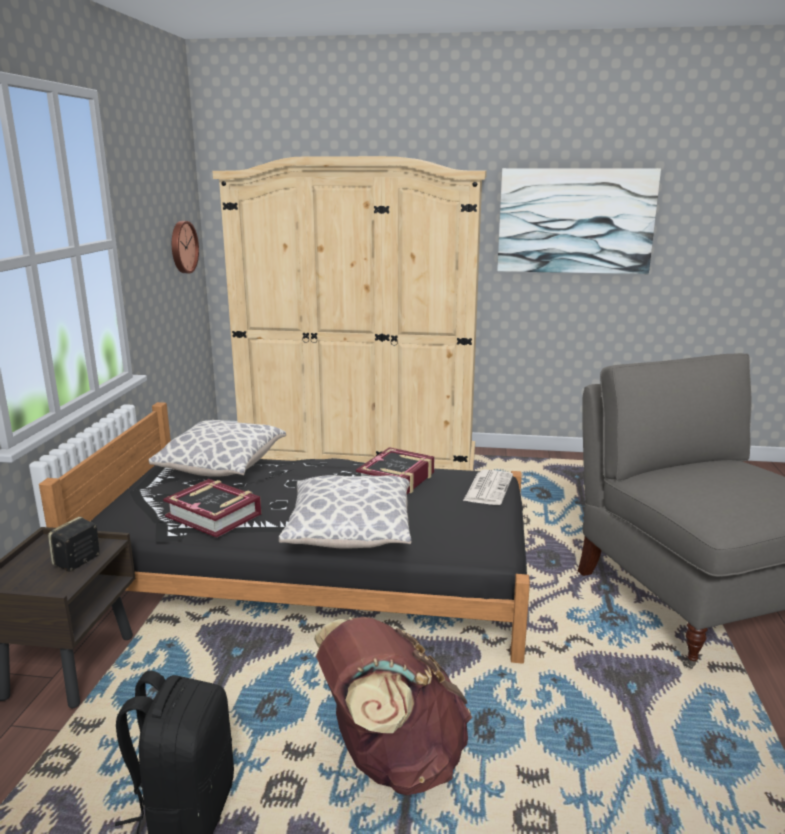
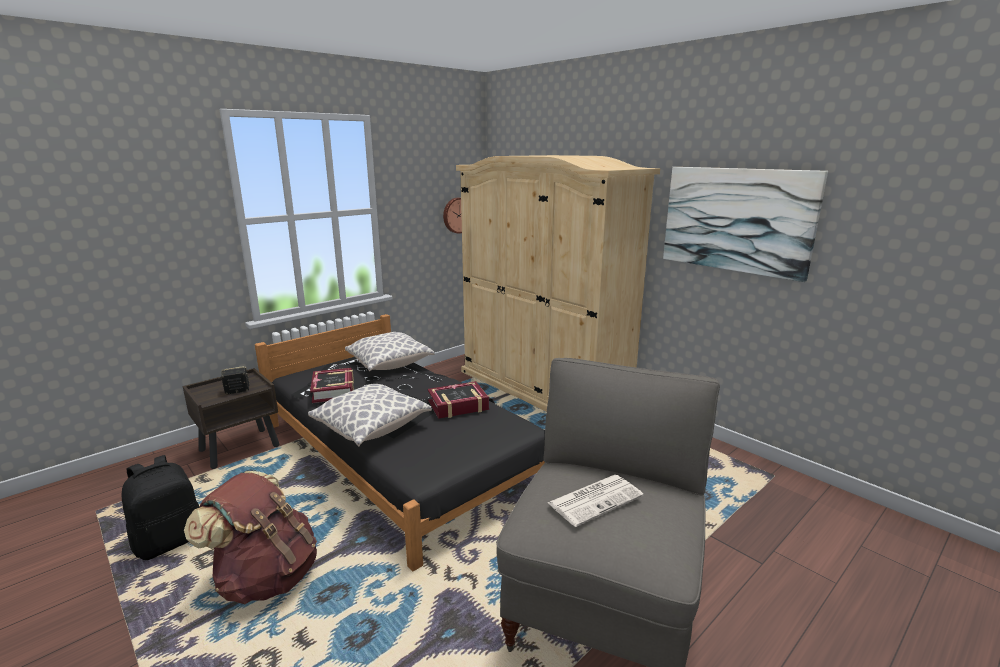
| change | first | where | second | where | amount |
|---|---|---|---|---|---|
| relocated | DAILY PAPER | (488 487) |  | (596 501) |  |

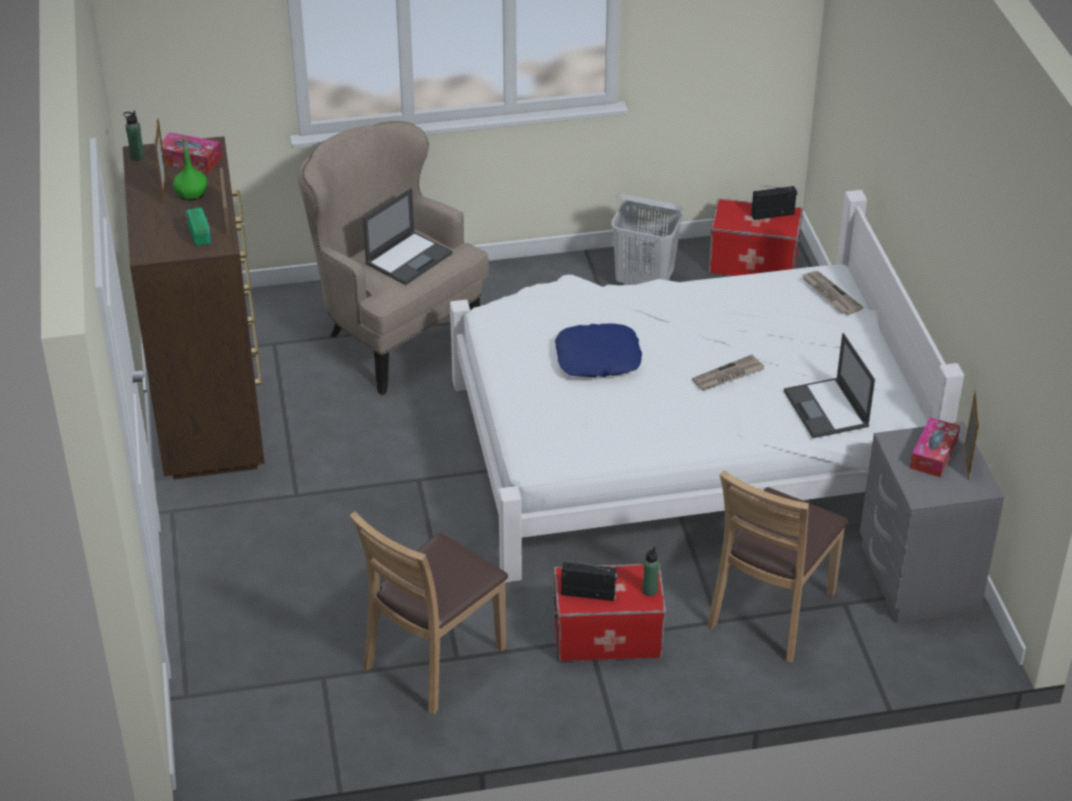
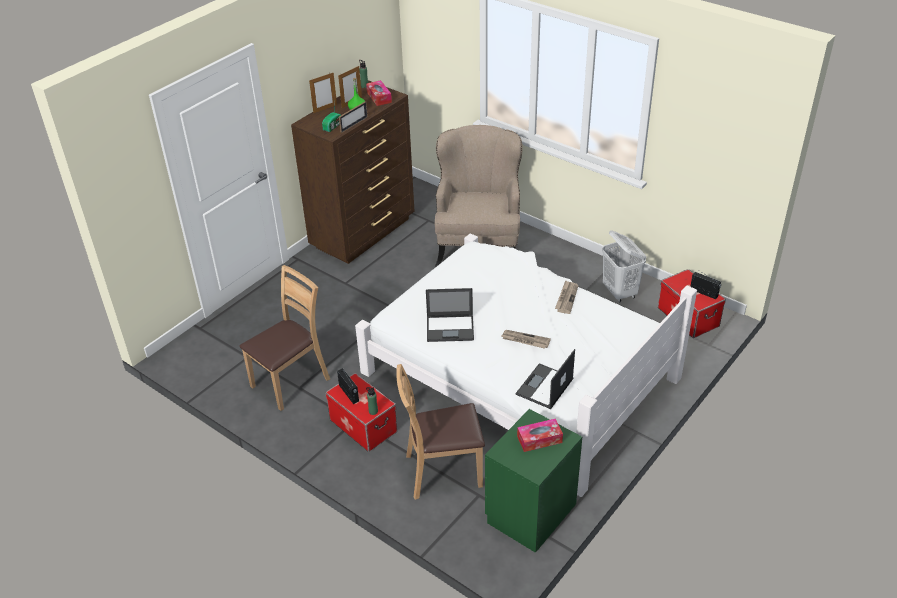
| change | first | where | second | where | amount |
|---|---|---|---|---|---|
| relocated | PORTABLE COMPUTER | (407 236) |  | (450 315) |  |
| relocated | DAILY PAPER | (832 293) |  | (566 297) |  |
| missing | BLUE CUSHION | (598 350) |  |  |  |
| relocated | STANDING FRAME | (972 435) |  | (323 92) |  |
| colour | GREY NIGHT TABLE | (932 522) | GREENISH NIGHT TABLE | (533 481) |  |
| spun | BROWNISH PLAIN CHAIR | (428 613) |  | (285 338) | 135 degrees clockwise |

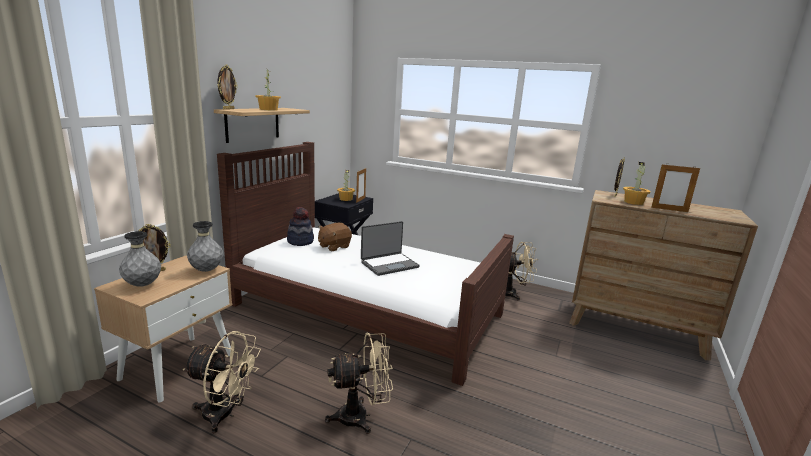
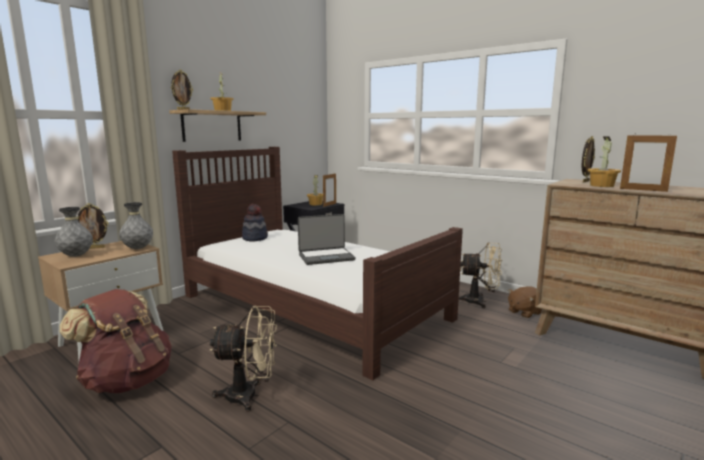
| change | first | where | second | where | amount |
|---|---|---|---|---|---|
| relocated | BROWNISH SOFT TOY | (335 237) |  | (525 302) |  |
| exchanged | BEIGE-COLOURED FAN | (222 382) | BROWNISH BACKPACK | (115 341) |  |

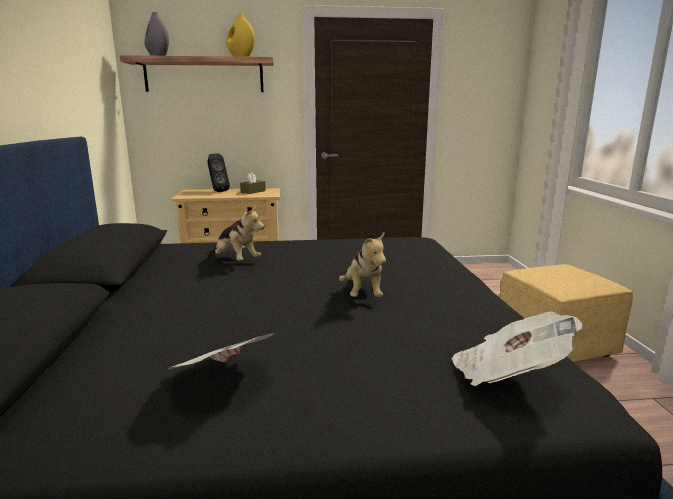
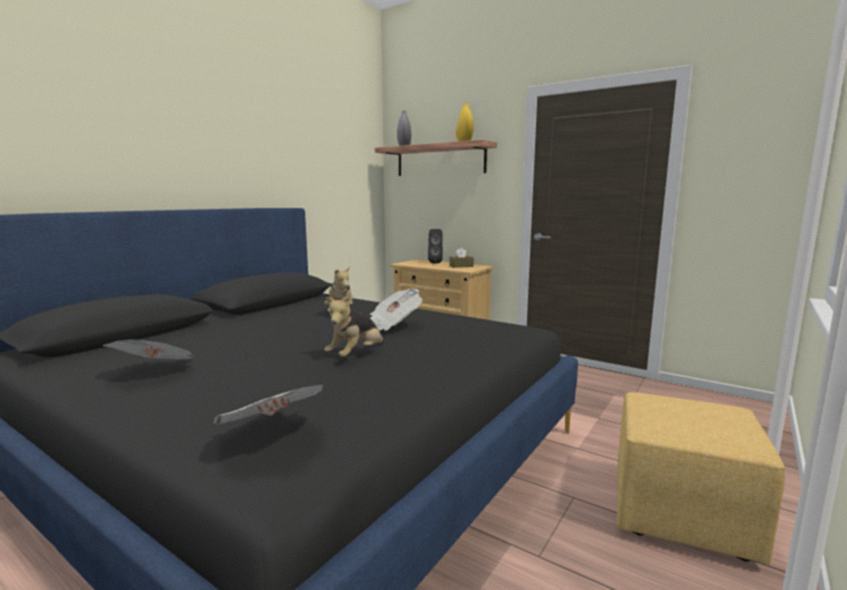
| change | first | where | second | where | amount |
|---|---|---|---|---|---|
| appeared |  |  | DAILY PAPER | (396 309) |  |

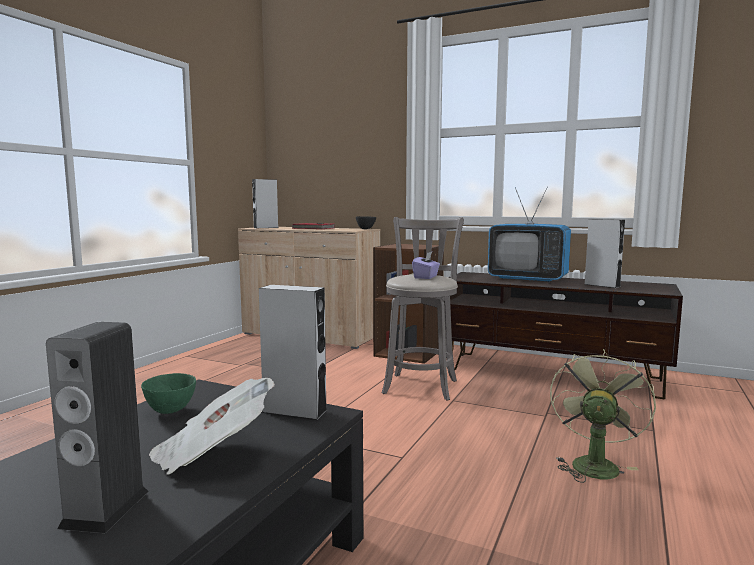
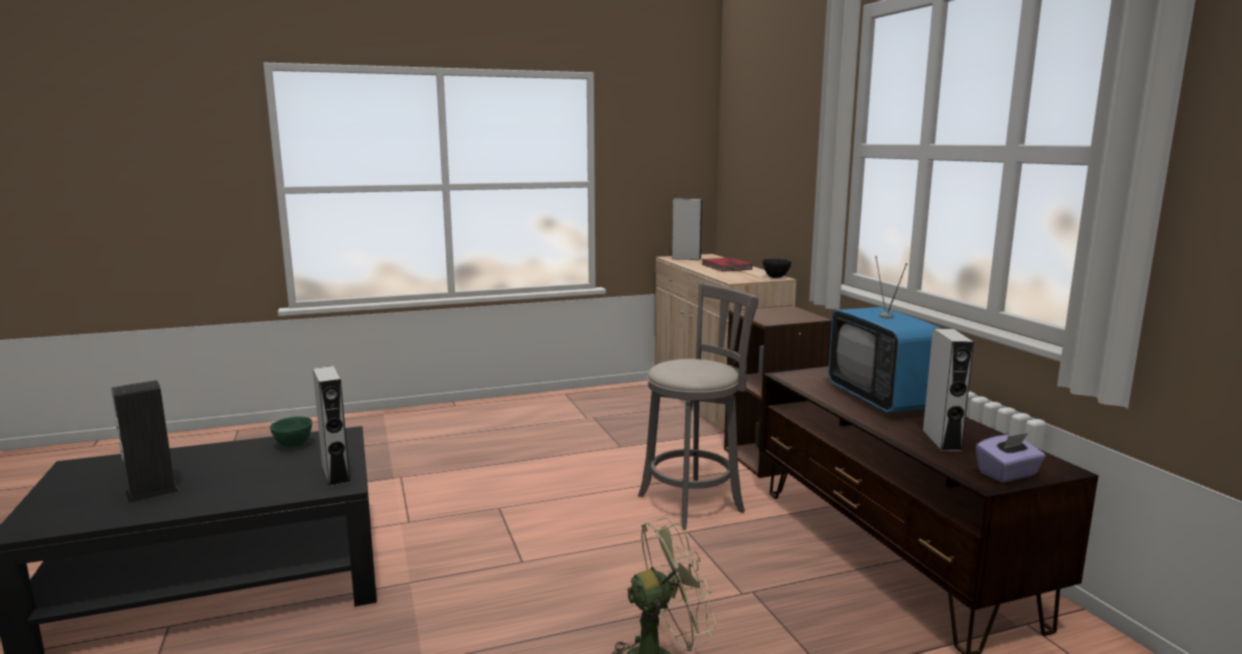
| change | first | where | second | where | amount |
|---|---|---|---|---|---|
| relocated | PURPLE BOX OF TISSUES | (426 265) |  | (1011 458) |  |
| missing | DAILY PAPER | (212 426) |  |  |  |

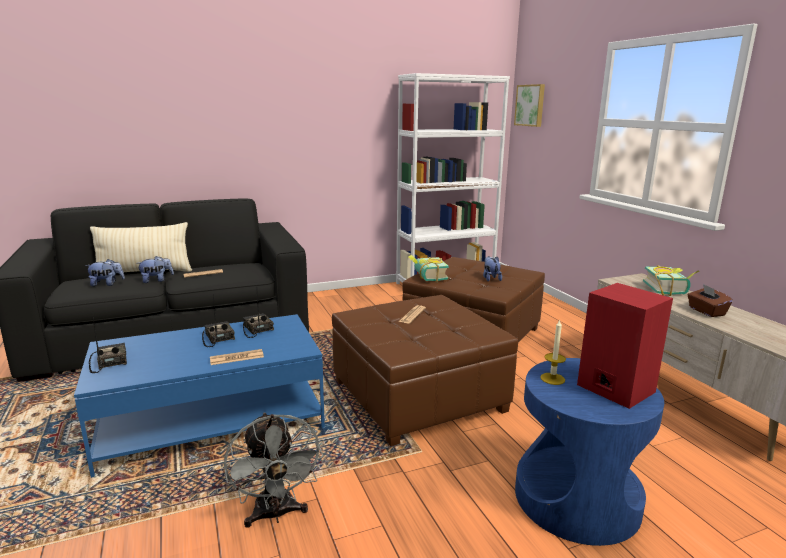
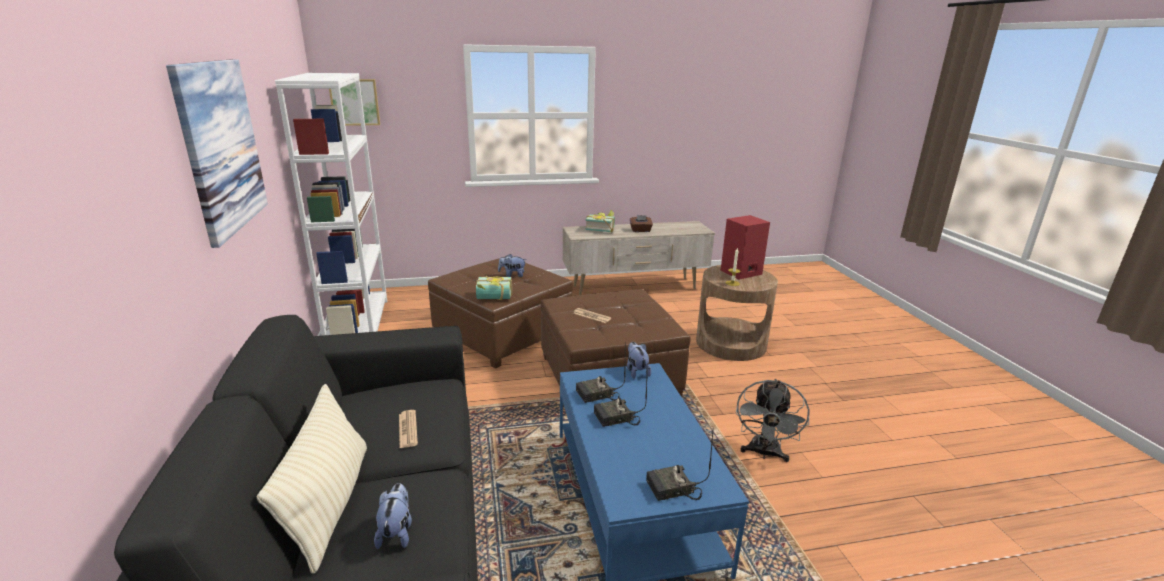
| change | first | where | second | where | amount |
|---|---|---|---|---|---|
| relocated | SOFT TOY | (155 269) |  | (639 360) |  |
| missing | DAILY PAPER | (237 357) |  |  |  |
| colour | BLUE ACCENT TABLE | (589 452) | BROWNISH ACCENT TABLE | (737 313) |  |
| spun | GREY FAN | (273 470) |  | (773 420) | 120 degrees clockwise |
| appeared |  |  | PICTURE | (217 153) |  |

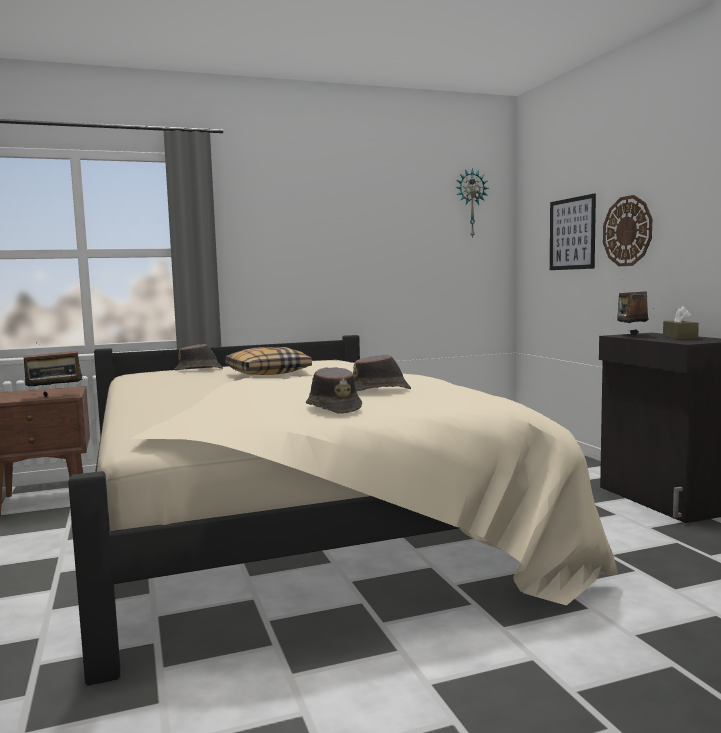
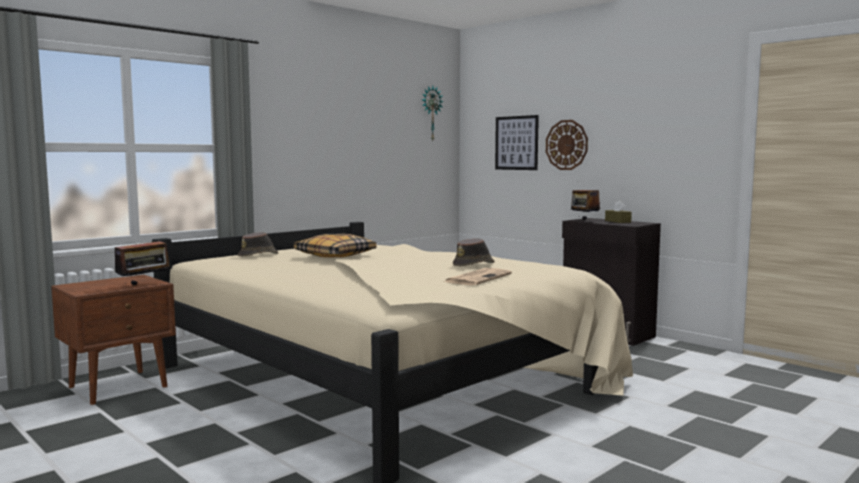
| change | first | where | second | where | amount |
|---|---|---|---|---|---|
| exchanged | BROWNISH CLOTHING HAT | (334 390) | DAILY PAPER | (478 276) |  |

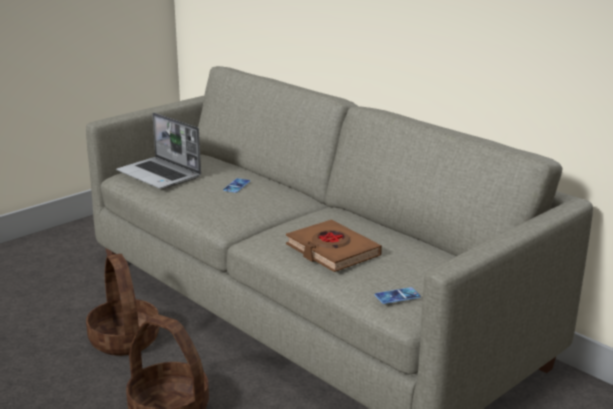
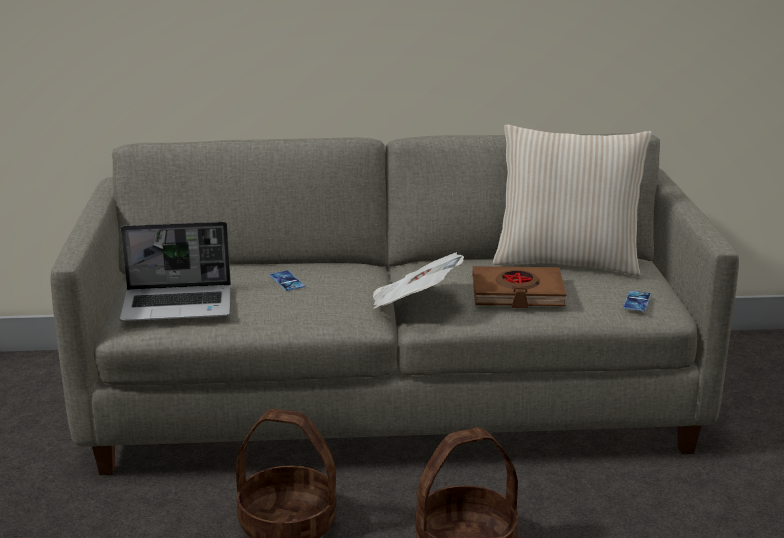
| change | first | where | second | where | amount |
|---|---|---|---|---|---|
| appeared |  |  | BEIGE-COLOURED CUSHION | (572 200) |  |
| appeared |  |  | DAILY PAPER | (418 280) |  |

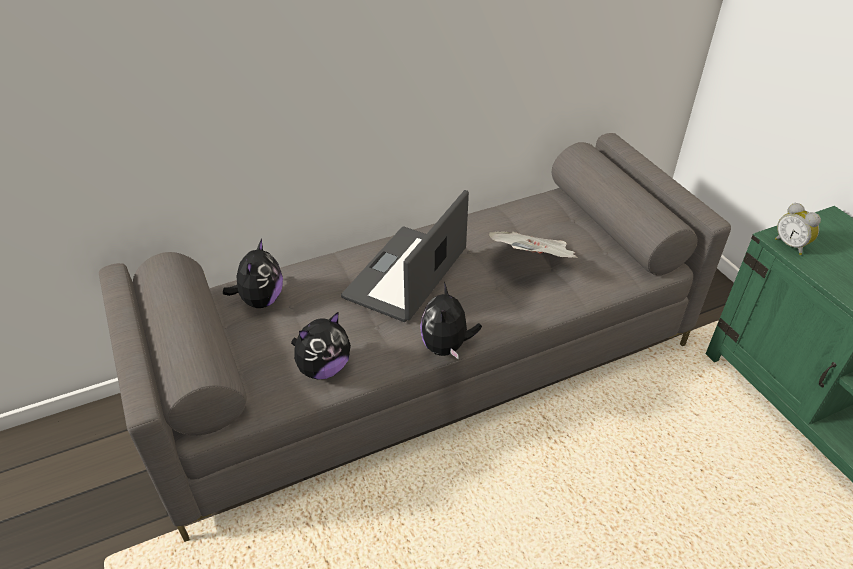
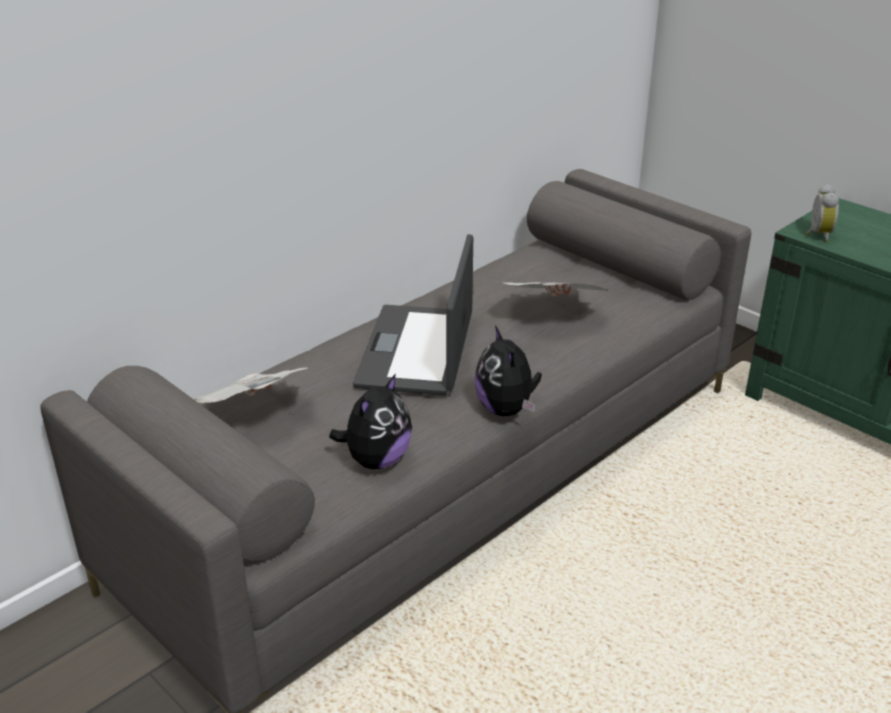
| change | first | where | second | where | amount |
|---|---|---|---|---|---|
| spun | BEDSIDE CLOCK | (798 229) |  | (822 213) | 120 degrees counterclockwise |
| exchanged | SOFT TOY | (253 273) | DAILY PAPER | (250 385) |  |

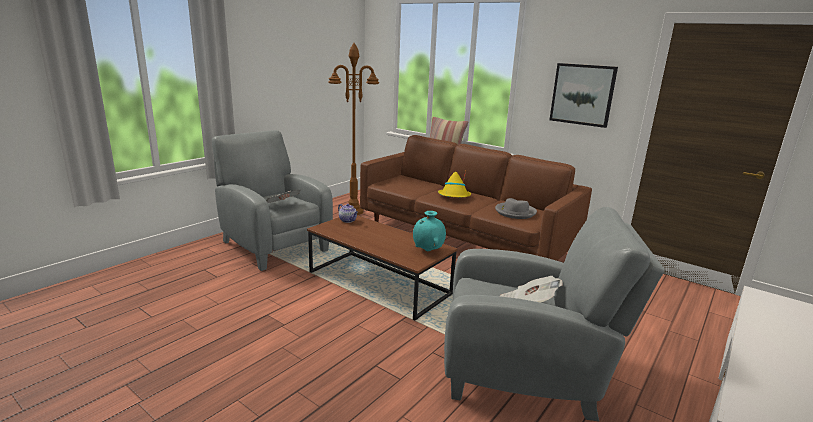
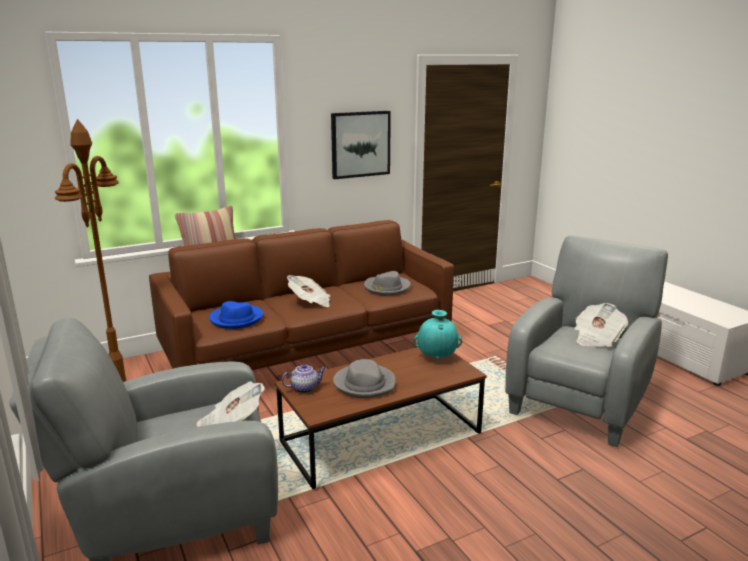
| change | first | where | second | where | amount |
|---|---|---|---|---|---|
| exchanged | YELLOW CLOTHING HAT | (454 184) | DAILY PAPER | (308 291) |  |
| appeared |  |  | BLUE CLOTHING HAT | (236 315) |  |
| appeared |  |  | GREY CLOTHING HAT | (364 378) |  |

